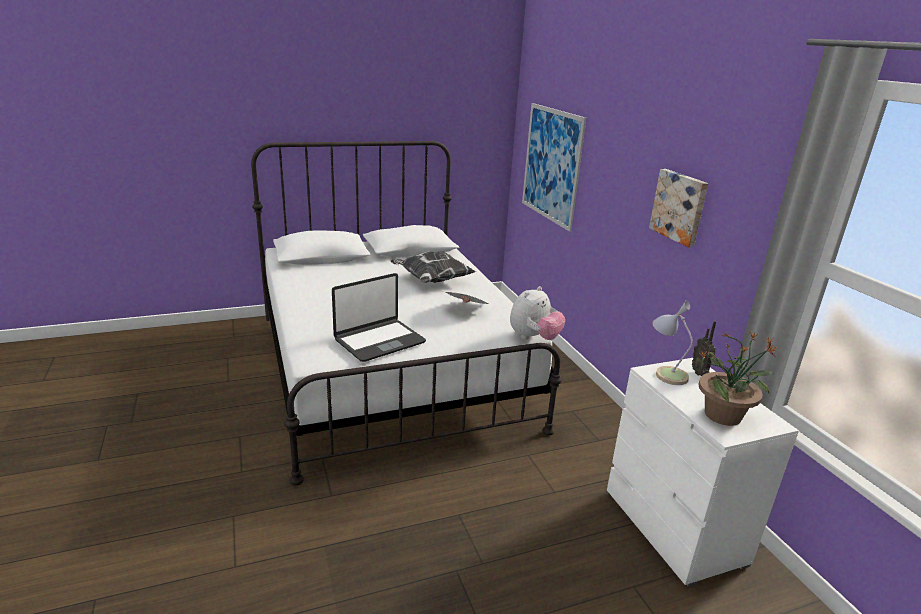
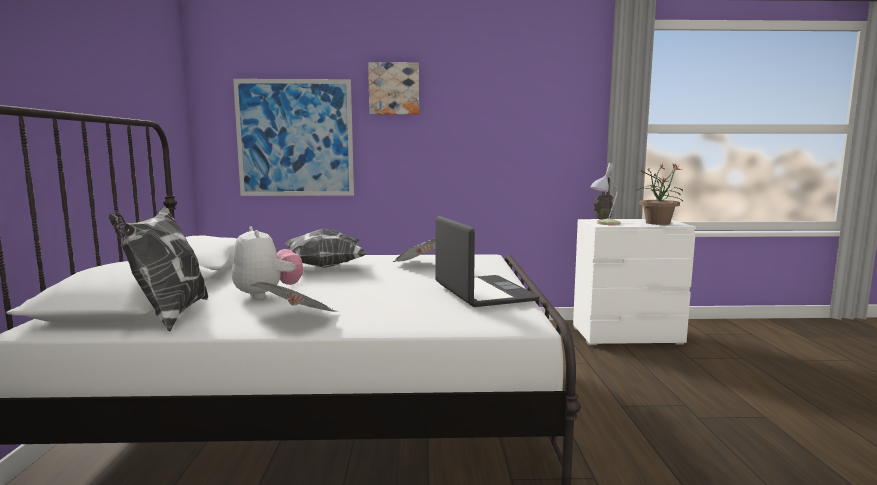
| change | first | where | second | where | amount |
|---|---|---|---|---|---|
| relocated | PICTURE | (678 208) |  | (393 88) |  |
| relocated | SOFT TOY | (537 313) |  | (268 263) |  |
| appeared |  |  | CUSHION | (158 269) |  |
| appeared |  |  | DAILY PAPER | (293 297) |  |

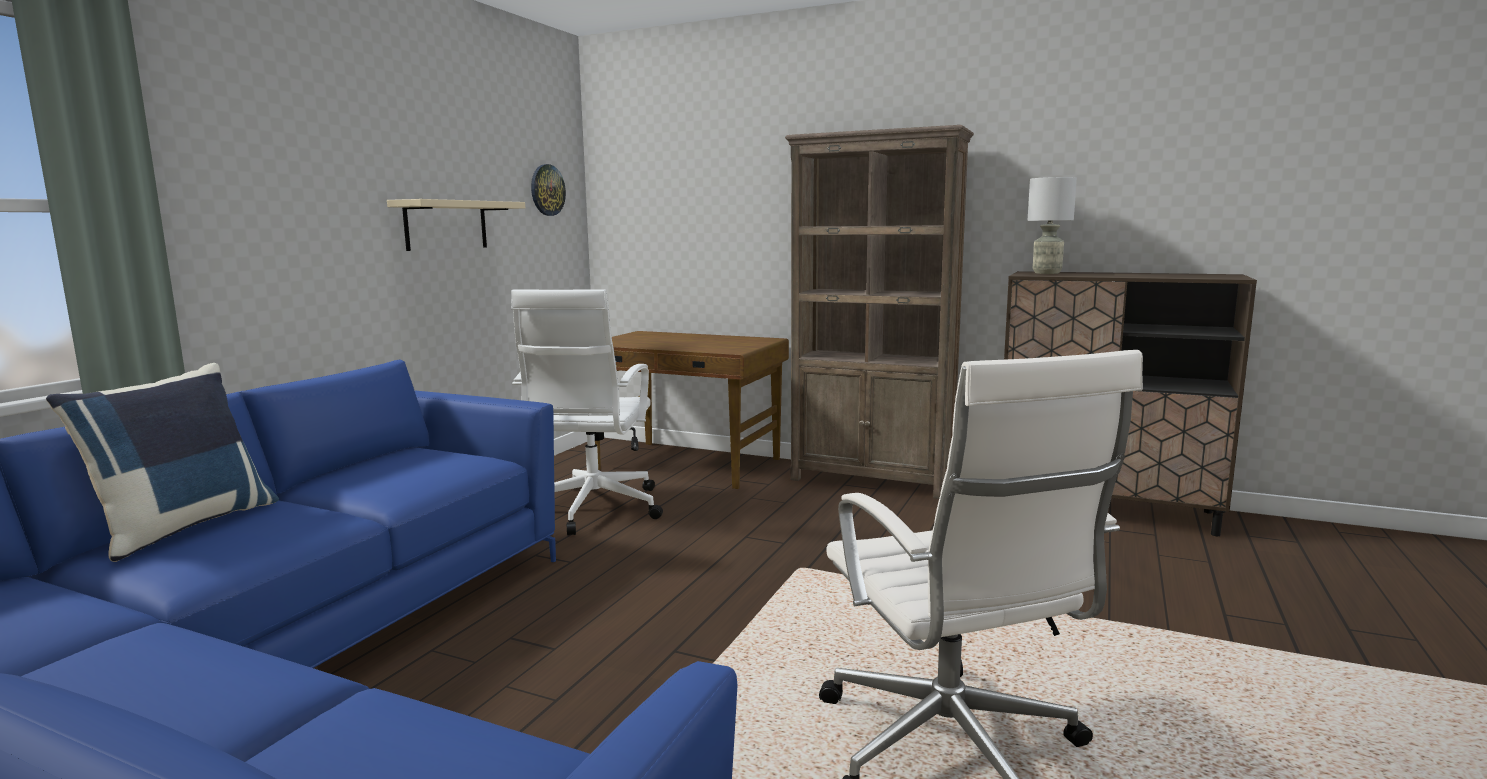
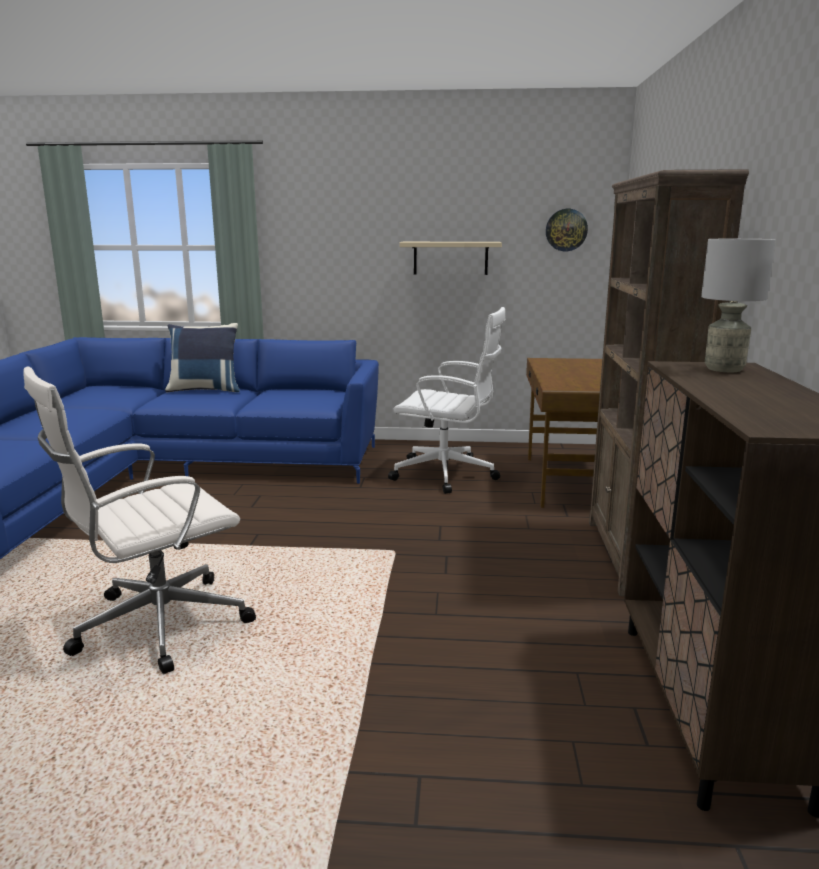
| change | first | where | second | where | amount |
|---|---|---|---|---|---|
| spun | WHITISH DESK CHAIR | (587 412) |  | (447 400) | 150 degrees counterclockwise |

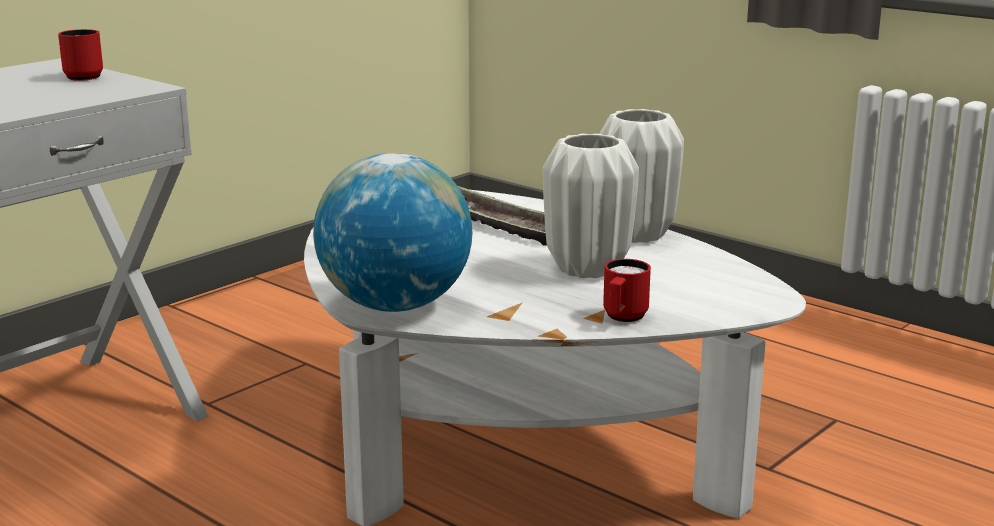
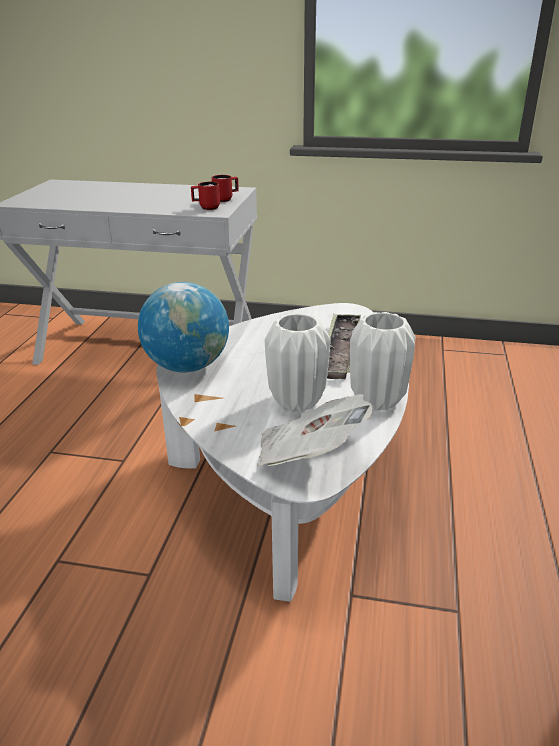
| change | first | where | second | where | amount |
|---|---|---|---|---|---|
| relocated | RED-COLOURED MUG | (627 290) |  | (205 196) |  |
| appeared |  |  | DAILY PAPER | (315 430) |  |

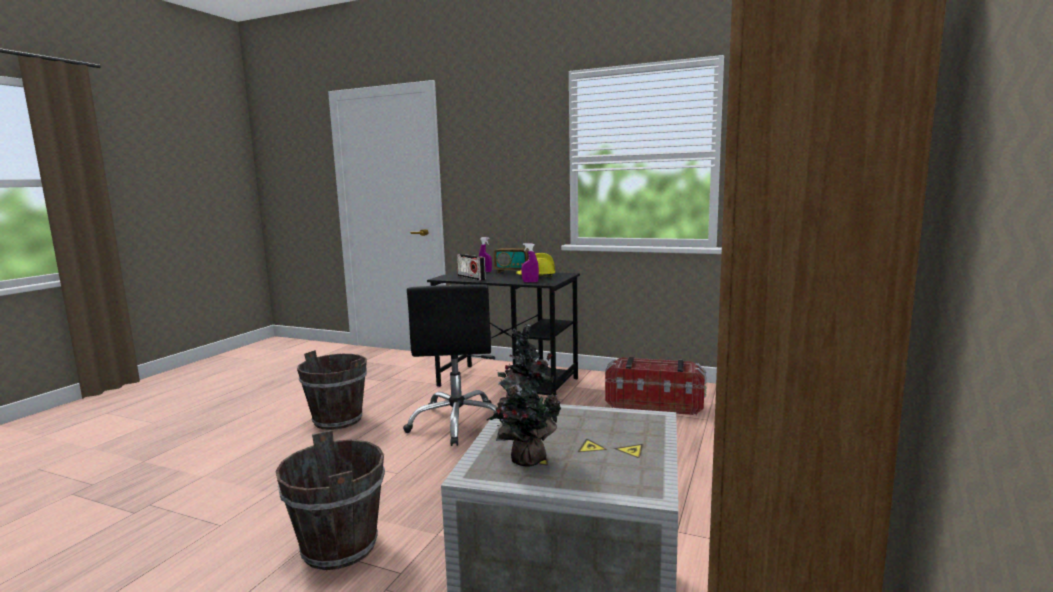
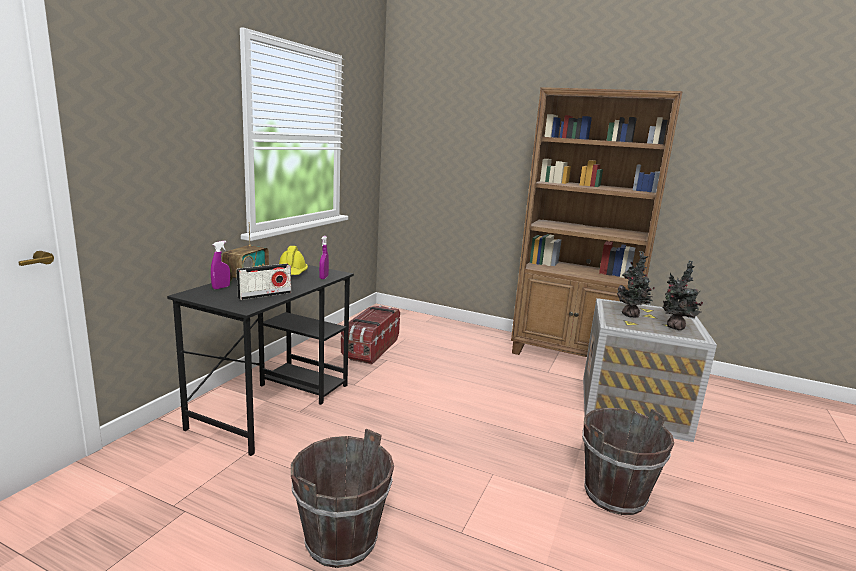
| change | first | where | second | where | amount |
|---|---|---|---|---|---|
| missing | BLACK-COLOURED DESK CHAIR | (450 365) |  |  |  |
| appeared |  |  | HOUSEPLANT | (635 284) |  |

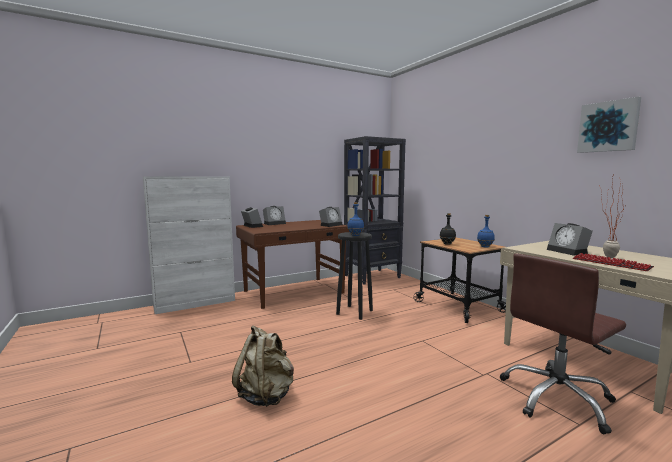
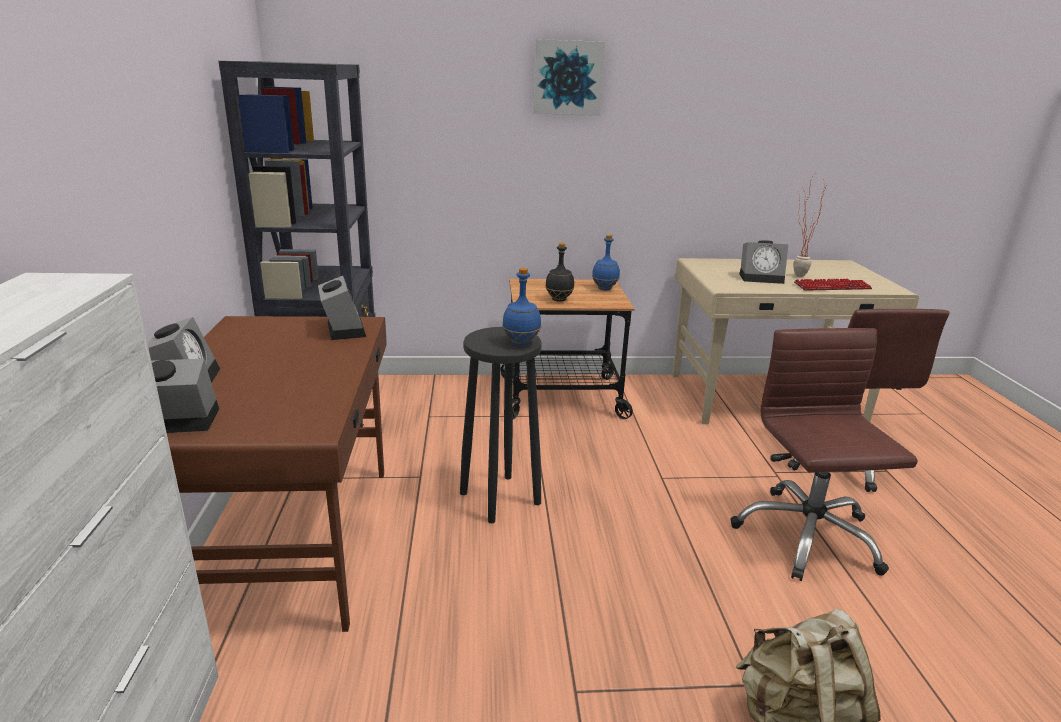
| change | first | where | second | where | amount |
|---|---|---|---|---|---|
| relocated | PICTURE | (609 124) |  | (569 77) |  |
| appeared |  |  | BROWNISH DESK CHAIR | (824 454) |  |

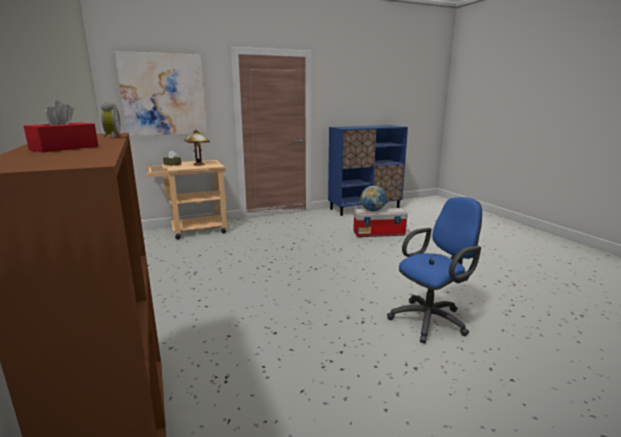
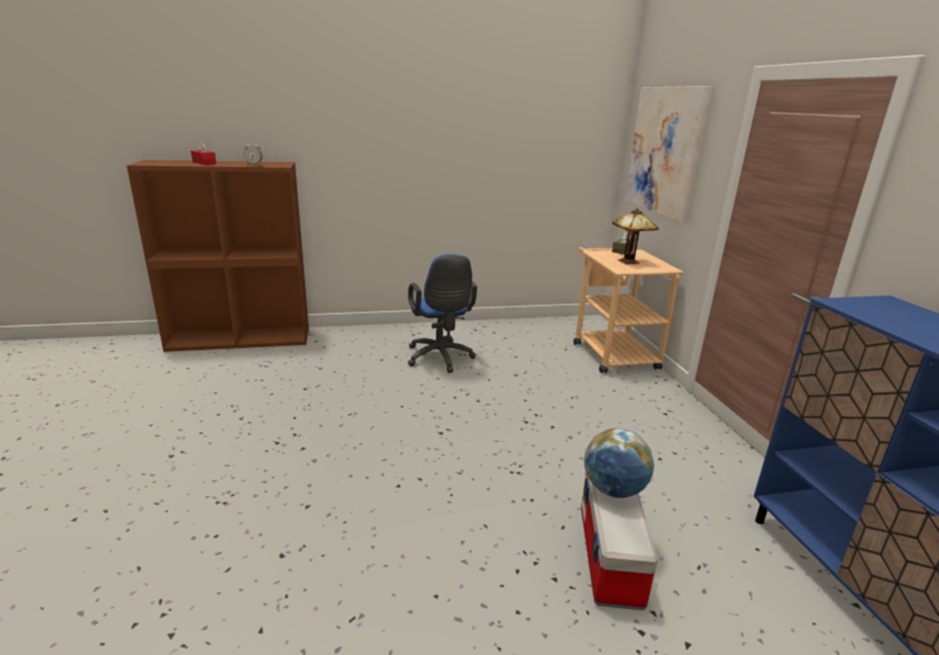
| change | first | where | second | where | amount |
|---|---|---|---|---|---|
| relocated | BLUE DESK CHAIR | (434 270) |  | (442 313) |  |

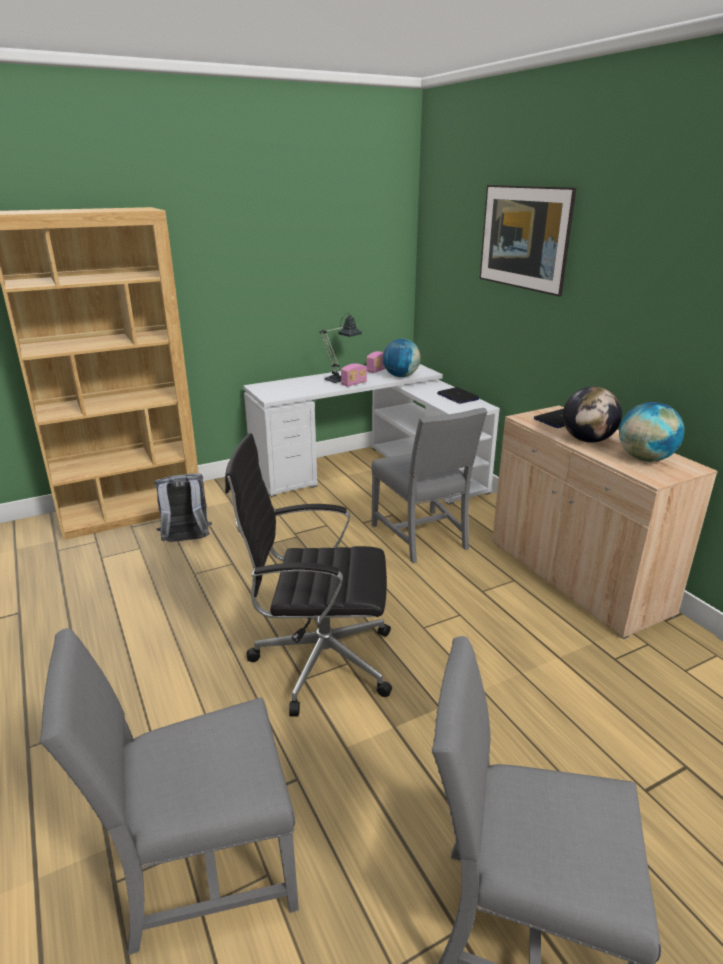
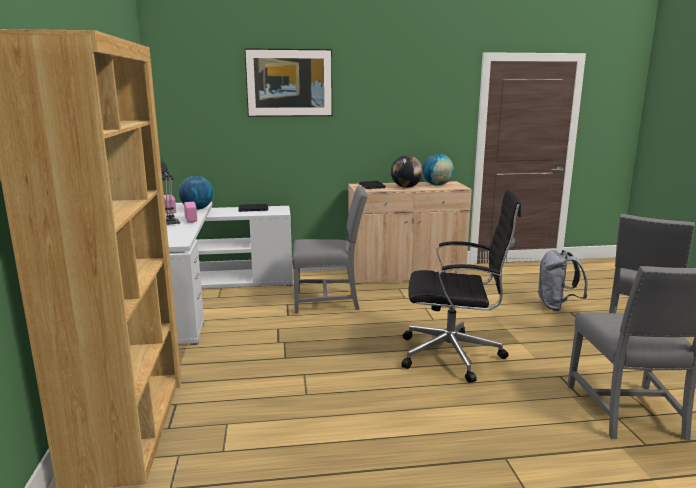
| change | first | where | second | where | amount |
|---|---|---|---|---|---|
| spun | BLACK-COLOURED DESK CHAIR | (308 575) |  | (461 286) | 105 degrees counterclockwise |
| relocated | GREY BACKPACK | (183 508) |  | (562 280) |  |

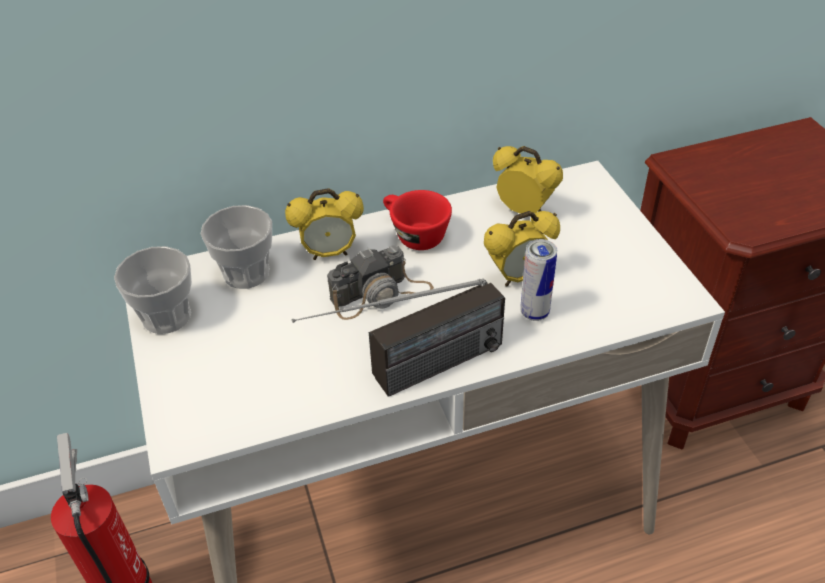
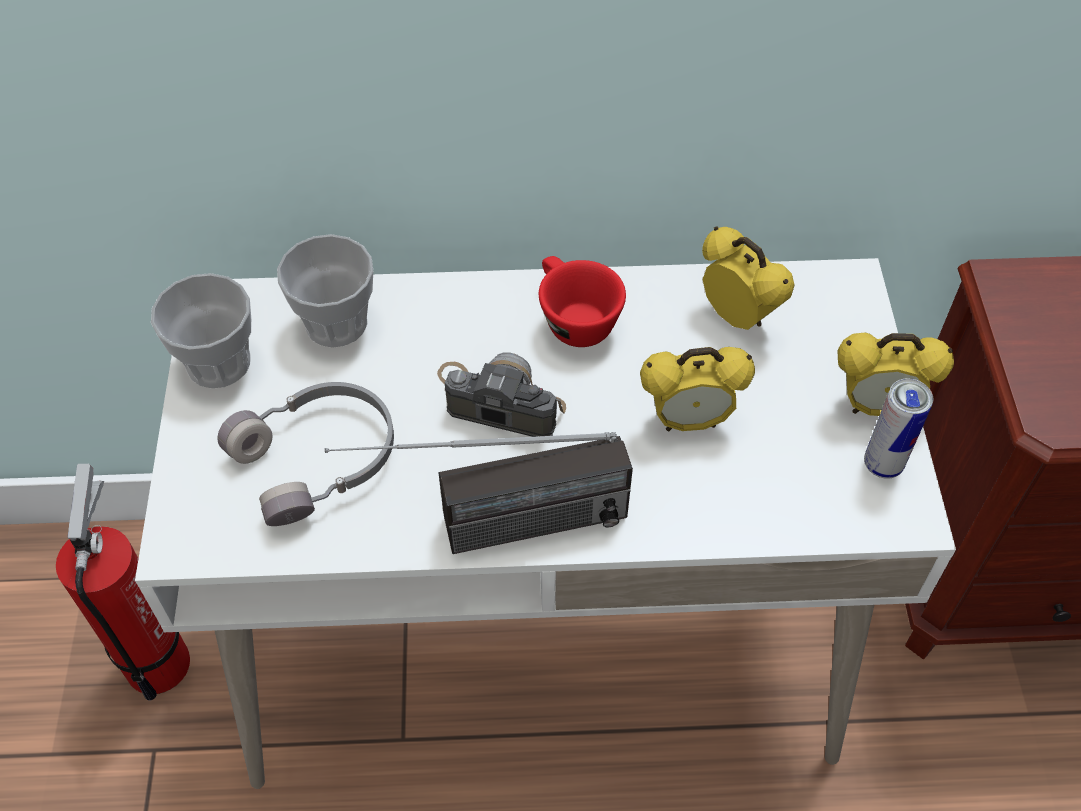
| change | first | where | second | where | amount |
|---|---|---|---|---|---|
| relocated | BEDSIDE CLOCK | (324 224) |  | (895 374) |  |
| relocated | CAN | (538 280) |  | (898 428) |  |
| spun | STILL CAMERA | (380 283) |  | (501 394) | 150 degrees counterclockwise |
| appeared |  |  | GREY HEADPHONES | (306 454) |  |

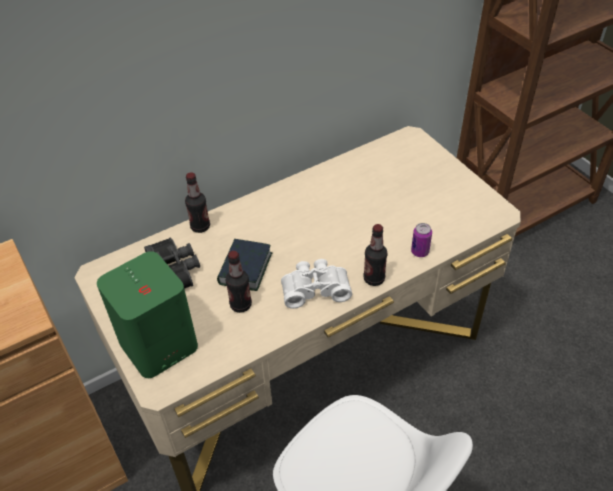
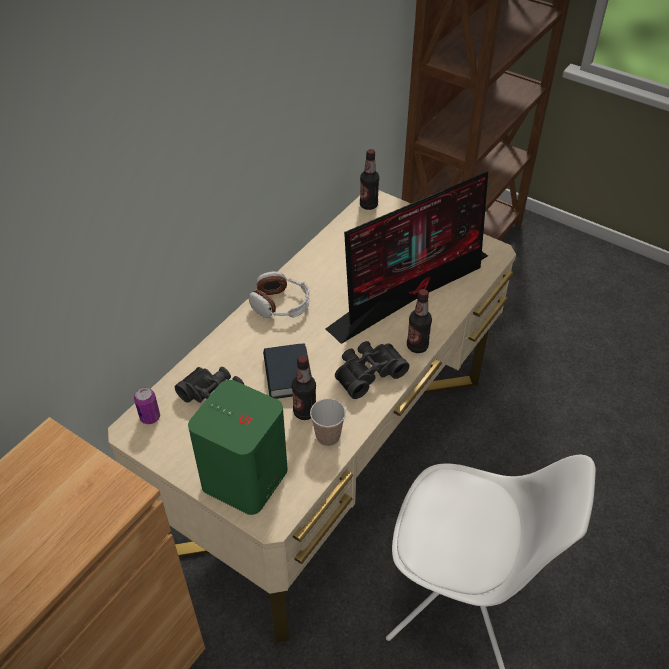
| change | first | where | second | where | amount |
|---|---|---|---|---|---|
| relocated | DRINK BOTTLE | (197 202) |  | (369 179) |  |
| relocated | CAN | (421 240) |  | (147 405) |  |
| colour | WHITISH BINOCULARS | (316 284) | BLACK-COLOURED BINOCULARS | (372 370) |  |
| appeared |  |  | MONITOR | (407 257) |  |
| appeared |  |  | HEADPHONES | (279 295) |  |
| appeared |  |  | DRINKING CUP | (328 422) |  |

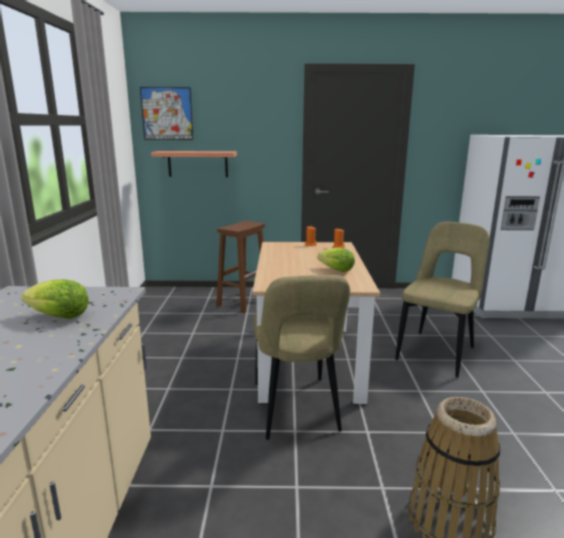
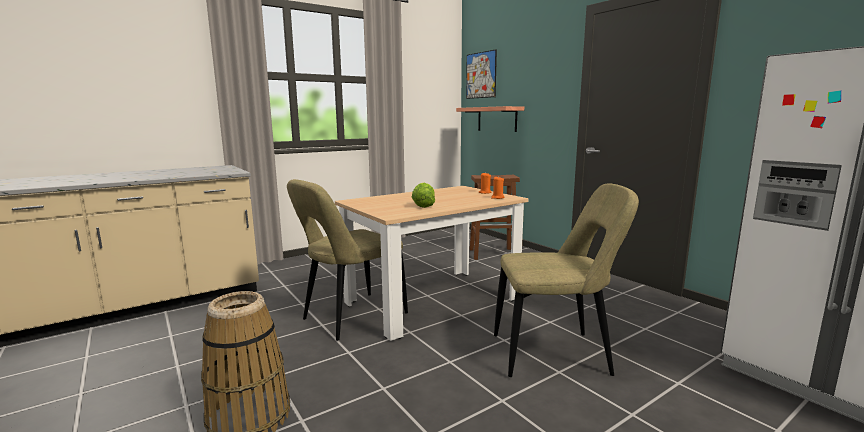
| change | first | where | second | where | amount |
|---|---|---|---|---|---|
| missing | LETTUCE | (55 299) |  |  |  |

